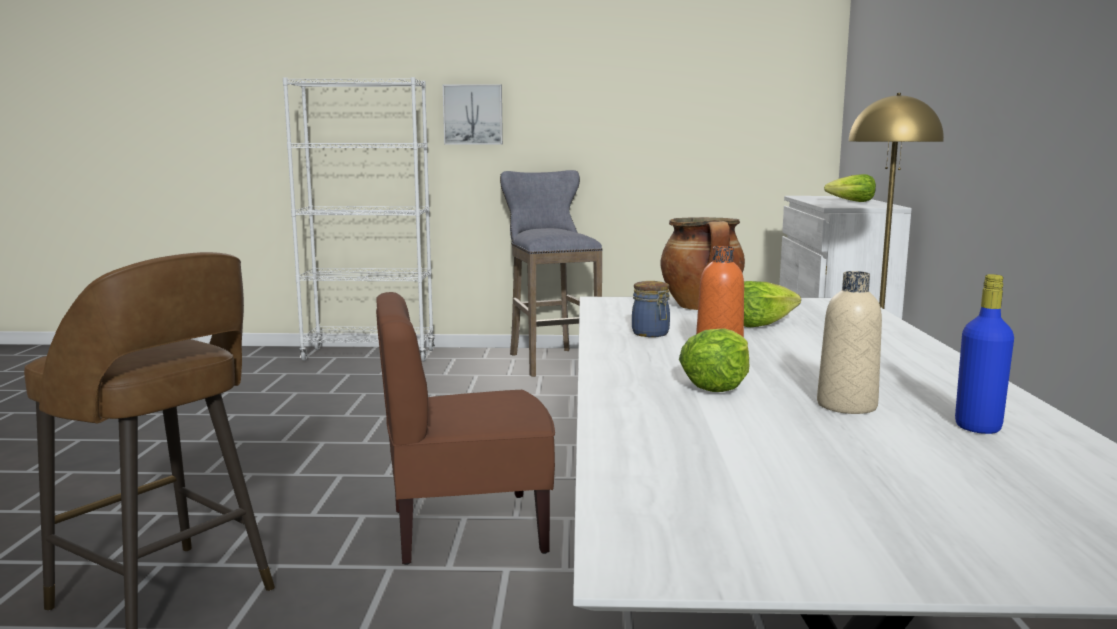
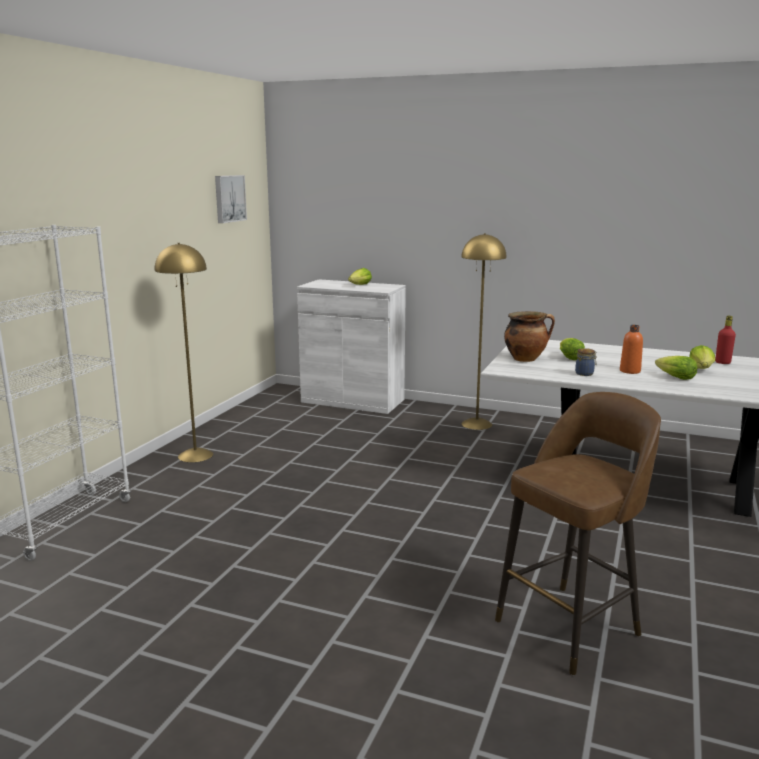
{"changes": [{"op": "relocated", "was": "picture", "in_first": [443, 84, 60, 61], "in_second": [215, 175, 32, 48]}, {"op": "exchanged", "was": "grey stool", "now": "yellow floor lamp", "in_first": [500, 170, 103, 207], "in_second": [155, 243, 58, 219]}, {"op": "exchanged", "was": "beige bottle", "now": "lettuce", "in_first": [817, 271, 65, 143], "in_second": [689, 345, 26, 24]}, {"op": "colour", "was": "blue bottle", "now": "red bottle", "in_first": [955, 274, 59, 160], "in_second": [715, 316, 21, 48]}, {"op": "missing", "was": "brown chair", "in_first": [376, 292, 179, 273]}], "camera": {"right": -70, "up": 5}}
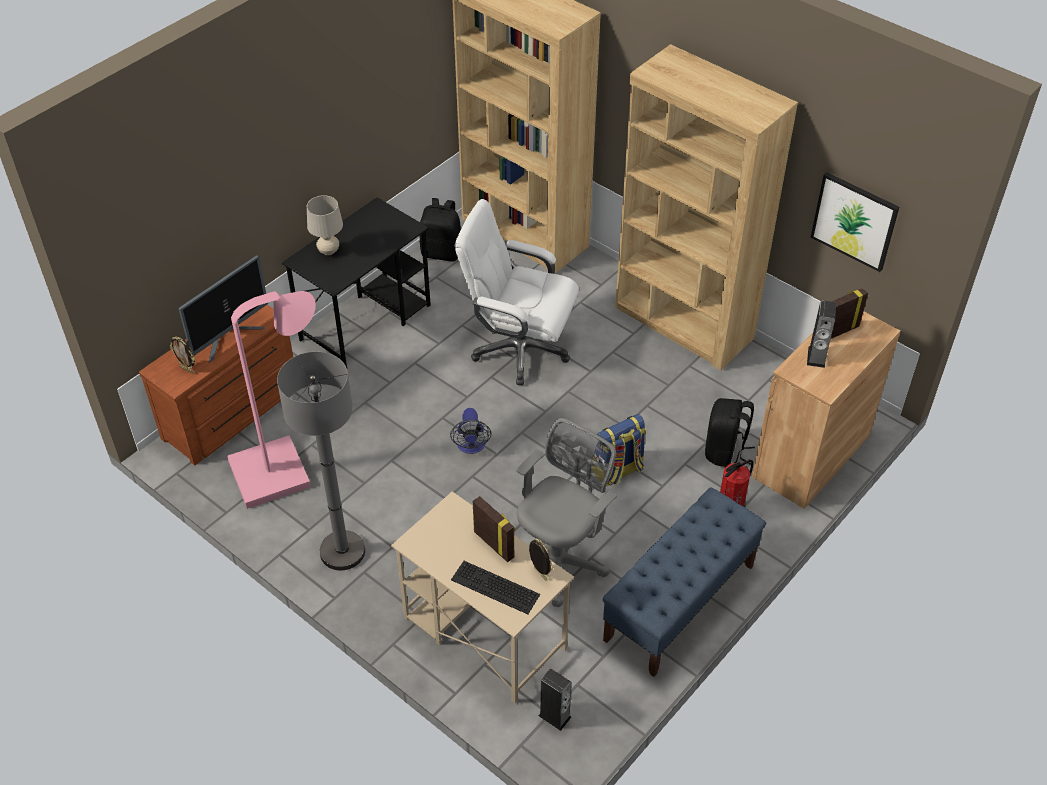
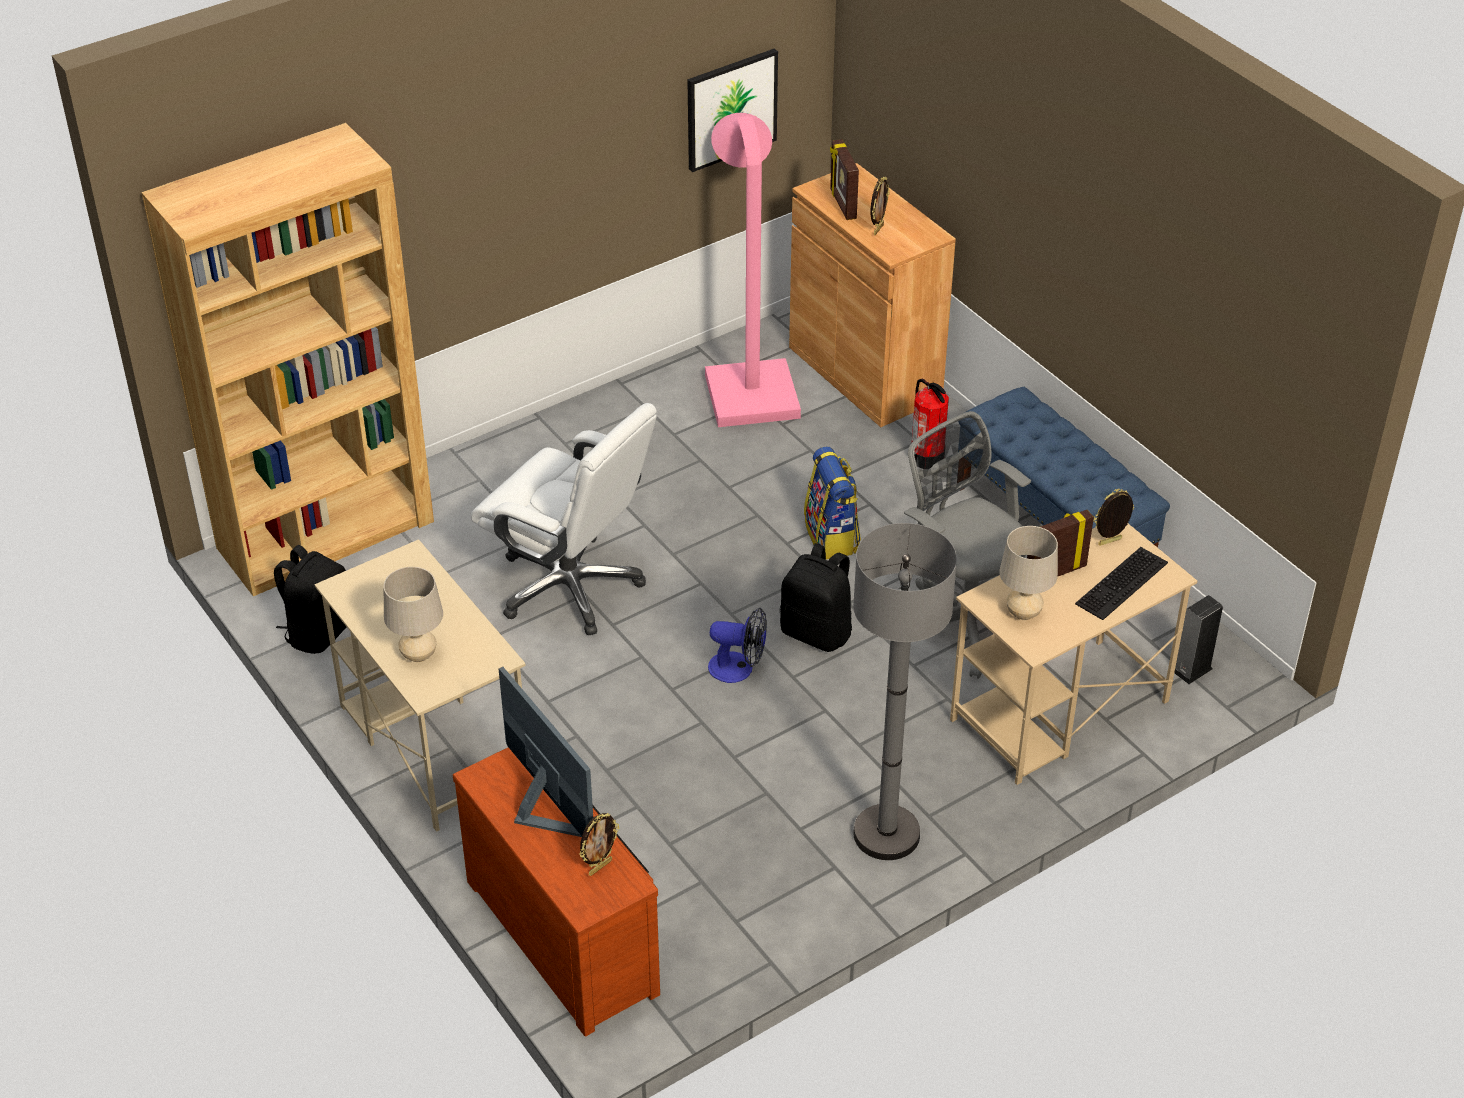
{"changes": [{"op": "missing", "was": "brown bookcase", "in_first": [615, 44, 183, 327]}, {"op": "colour", "was": "black desk", "now": "beige desk", "in_first": [282, 197, 149, 171], "in_second": [315, 539, 211, 293]}, {"op": "spun", "was": "white office chair", "in_first": [455, 199, 124, 186], "in_second": [471, 403, 186, 232], "clockwise": -90}, {"op": "relocated", "was": "pink floor lamp", "in_first": [227, 291, 89, 218], "in_second": [705, 113, 96, 314]}, {"op": "exchanged", "was": "speaker", "now": "picture frame", "in_first": [807, 301, 29, 67], "in_second": [871, 177, 19, 58]}, {"op": "relocated", "was": "black backpack", "in_first": [705, 398, 50, 69], "in_second": [780, 543, 72, 109]}, {"op": "appeared", "now": "beige table lamp", "in_second": [999, 526, 59, 94]}], "camera": {"right": -75, "up": -5}}
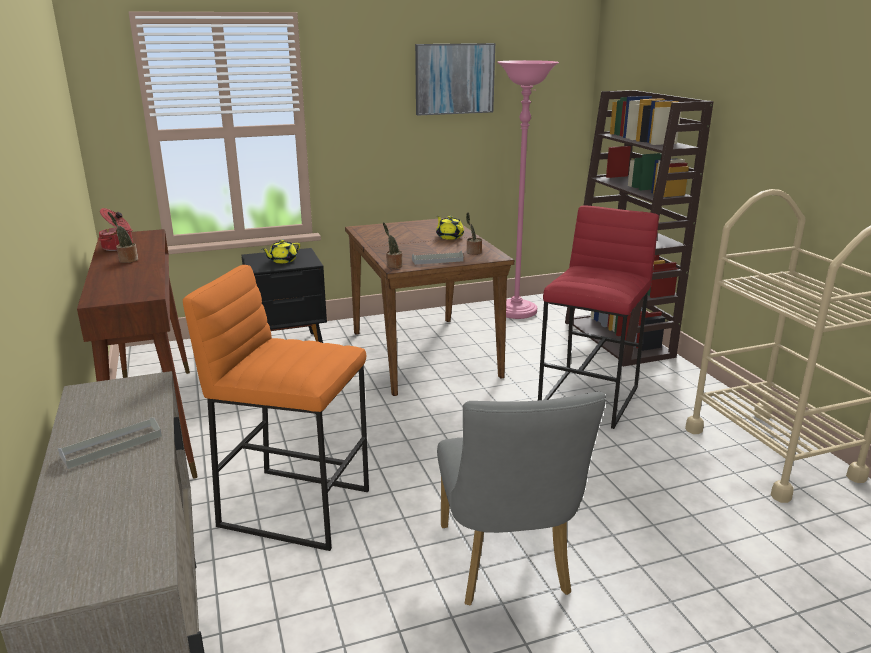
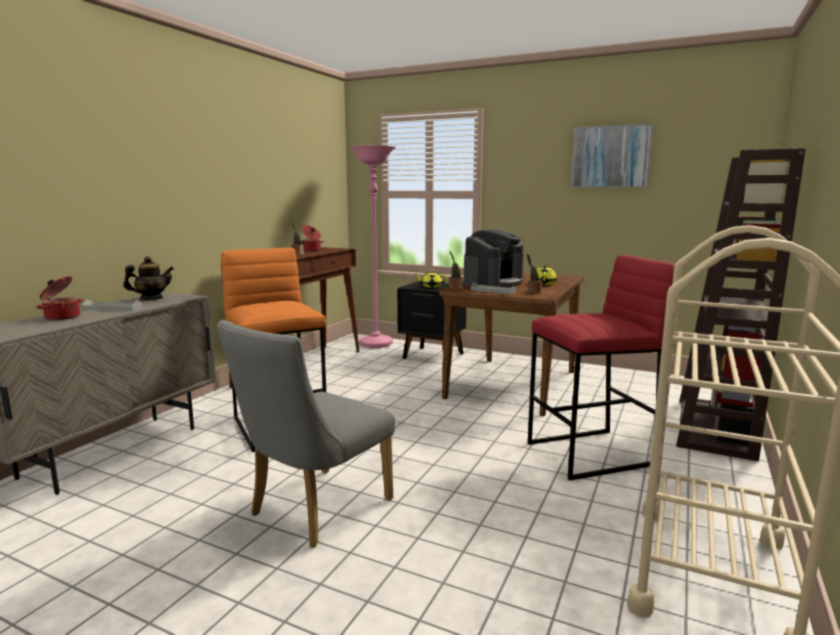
{"changes": [{"op": "relocated", "was": "pink floor lamp", "in_first": [497, 60, 62, 259], "in_second": [349, 145, 47, 203]}, {"op": "appeared", "now": "coffee machine", "in_second": [463, 229, 61, 58]}, {"op": "appeared", "now": "teapot", "in_second": [123, 256, 51, 44]}, {"op": "appeared", "now": "cooking pot", "in_second": [36, 276, 48, 44]}], "camera": {"right": 45, "up": -10}}
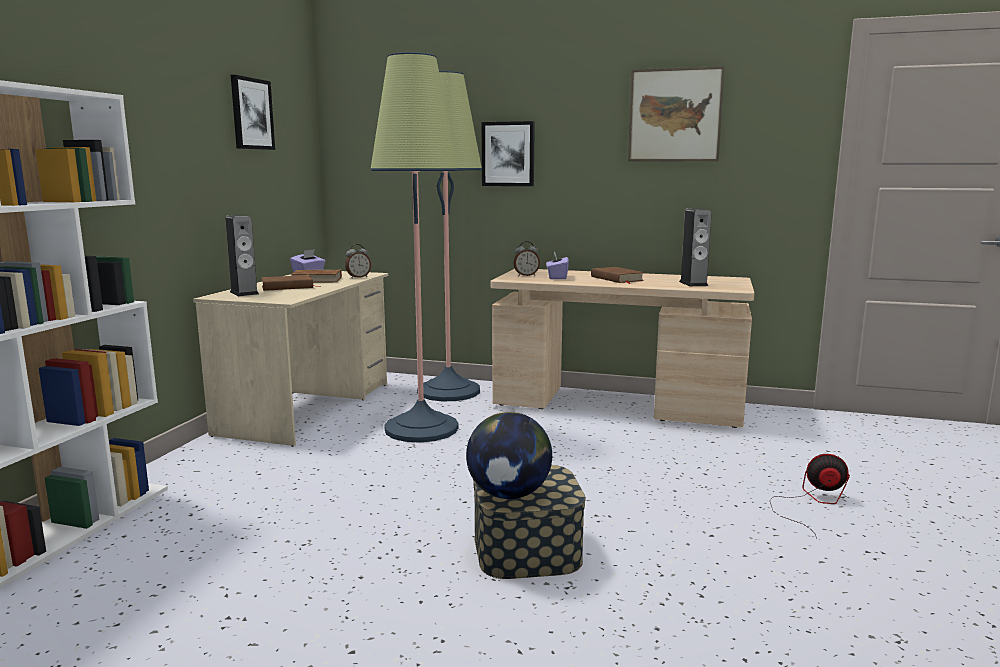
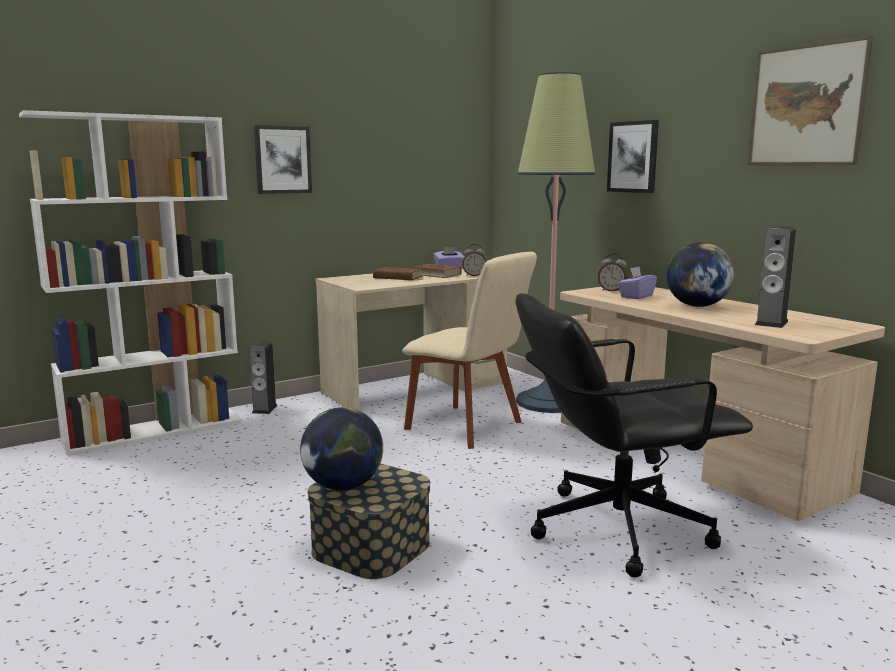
{"changes": [{"op": "exchanged", "was": "floor lamp", "now": "beige chair", "in_first": [370, 52, 89, 391], "in_second": [402, 252, 135, 197]}, {"op": "relocated", "was": "picture", "in_first": [231, 75, 44, 75], "in_second": [254, 125, 58, 69]}, {"op": "relocated", "was": "speaker", "in_first": [225, 215, 34, 81], "in_second": [249, 341, 28, 73]}, {"op": "exchanged", "was": "brown book", "now": "globe", "in_first": [591, 267, 54, 17], "in_second": [666, 242, 68, 65]}, {"op": "missing", "was": "fan", "in_first": [770, 454, 80, 84]}, {"op": "appeared", "now": "black office chair", "in_second": [516, 293, 237, 285]}], "camera": {"right": 40, "up": 0}}
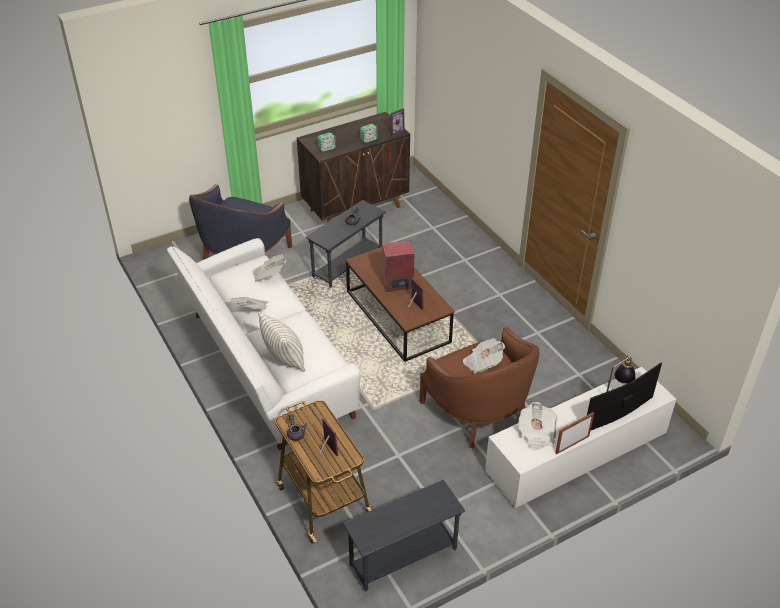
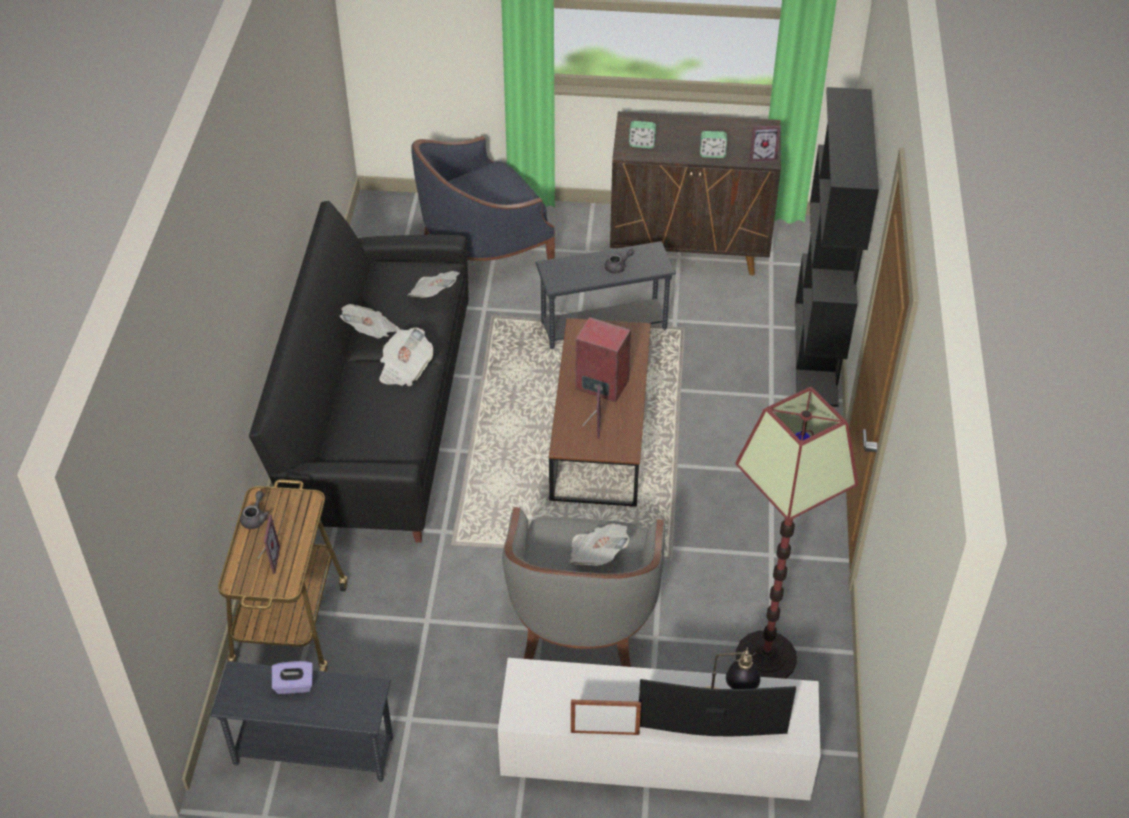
{"changes": [{"op": "colour", "was": "white sofa", "now": "black sofa", "in_first": [167, 238, 194, 212], "in_second": [249, 201, 220, 342]}, {"op": "missing", "was": "pillow", "in_first": [258, 311, 47, 61]}, {"op": "colour", "was": "brown armchair", "now": "grey armchair", "in_first": [420, 326, 120, 122], "in_second": [502, 507, 163, 160]}, {"op": "relocated", "was": "newspaper", "in_first": [518, 402, 40, 49], "in_second": [379, 328, 54, 58]}, {"op": "appeared", "now": "black bookcase", "in_second": [795, 87, 84, 320]}, {"op": "appeared", "now": "floor lamp", "in_second": [735, 387, 123, 292]}, {"op": "appeared", "now": "purple tissue box", "in_second": [272, 661, 41, 33]}], "camera": {"right": 35, "up": 5}}
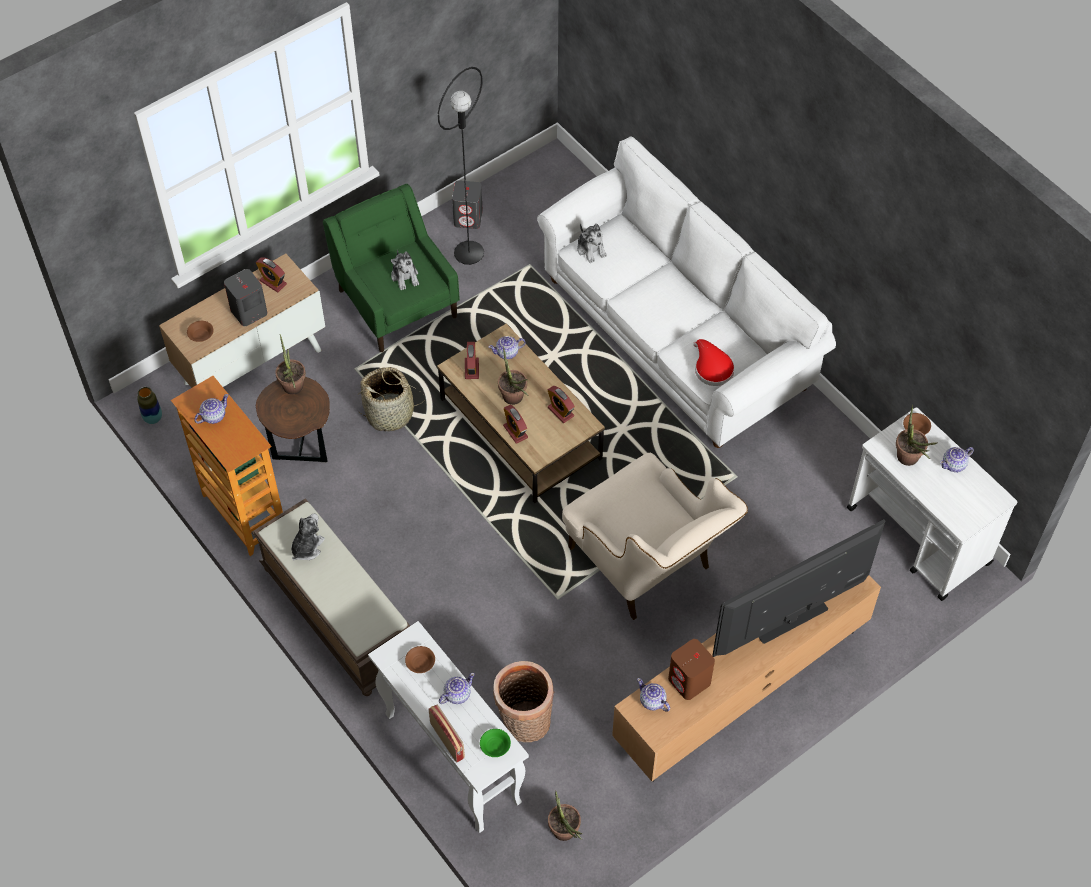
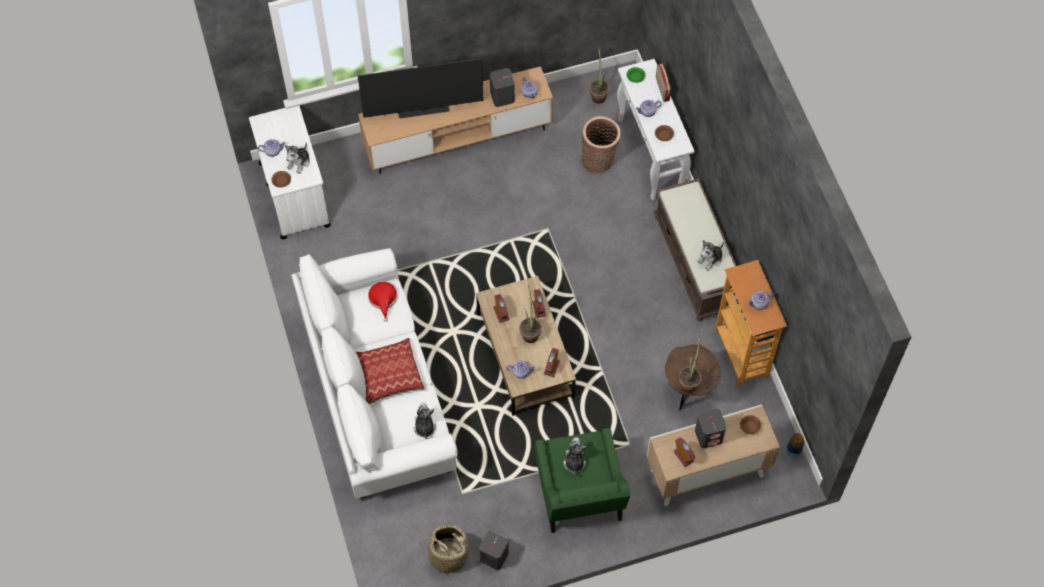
{"changes": [{"op": "missing", "was": "black floor lamp", "in_first": [438, 67, 46, 198]}, {"op": "relocated", "was": "basket", "in_first": [357, 367, 68, 64], "in_second": [420, 525, 52, 48]}, {"op": "exchanged", "was": "potted plant", "now": "plush toy", "in_first": [896, 405, 41, 61], "in_second": [285, 142, 25, 32]}, {"op": "missing", "was": "beige armchair", "in_first": [562, 453, 186, 167]}, {"op": "colour", "was": "brown speaker", "now": "grey speaker", "in_first": [668, 639, 47, 61], "in_second": [490, 68, 25, 39]}, {"op": "appeared", "now": "pillow", "in_second": [356, 338, 69, 66]}], "camera": {"right": -160, "up": 5}}
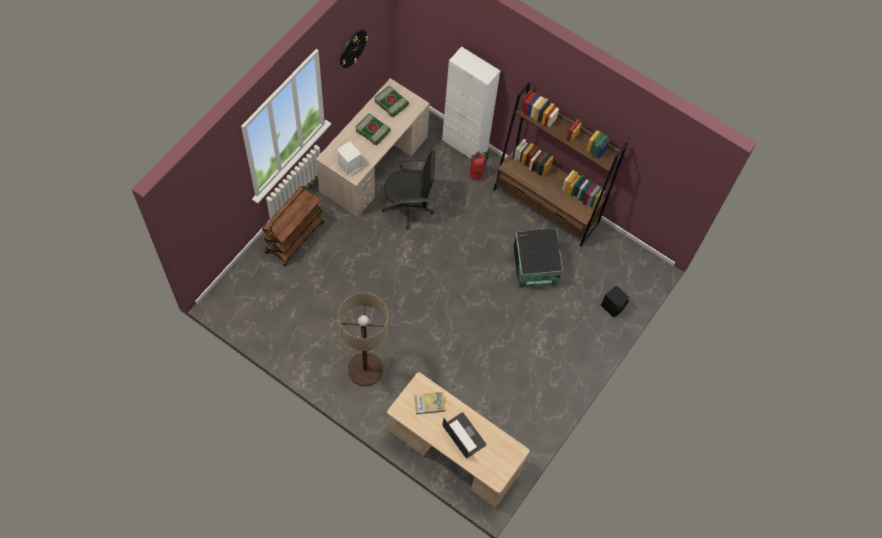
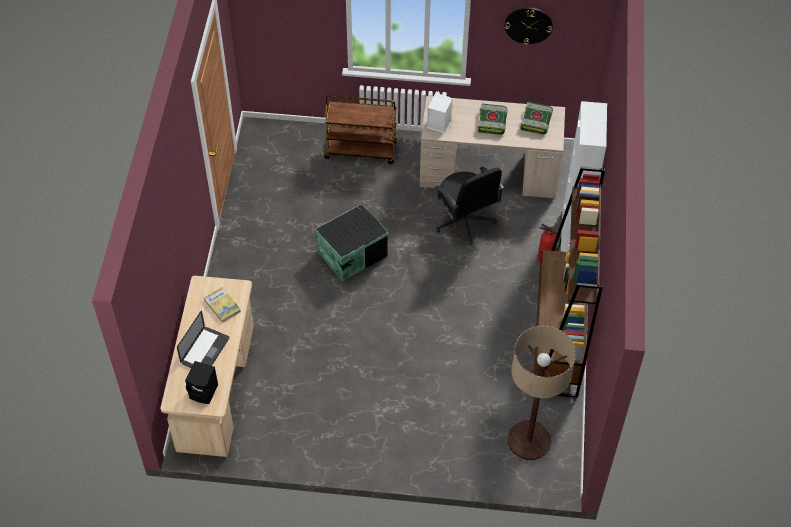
{"changes": [{"op": "relocated", "was": "black storage box", "in_first": [514, 228, 49, 60], "in_second": [315, 204, 74, 78]}, {"op": "relocated", "was": "black speaker", "in_first": [601, 285, 28, 32], "in_second": [185, 361, 33, 43]}, {"op": "relocated", "was": "floor lamp", "in_first": [338, 293, 50, 93], "in_second": [508, 326, 68, 134]}], "camera": {"right": 65, "up": -10}}
